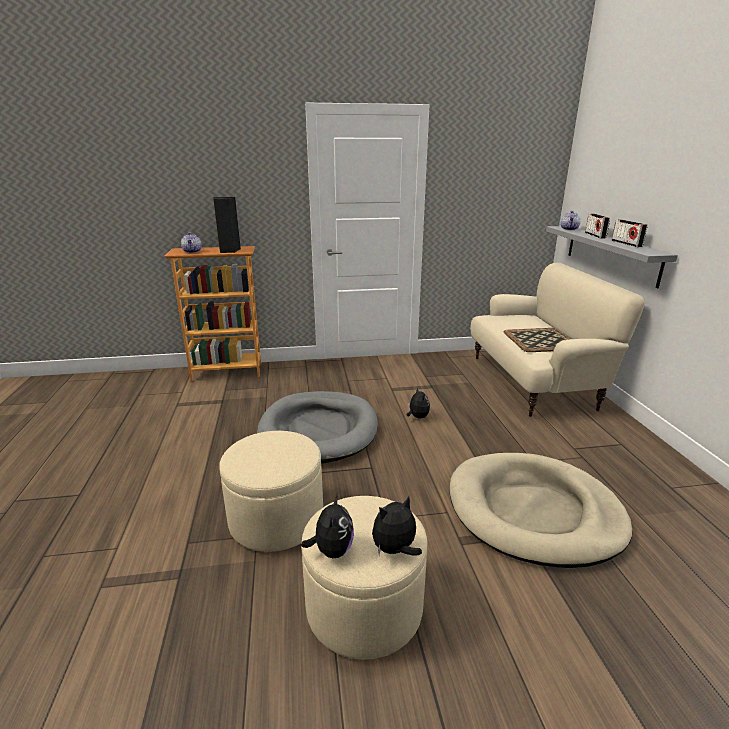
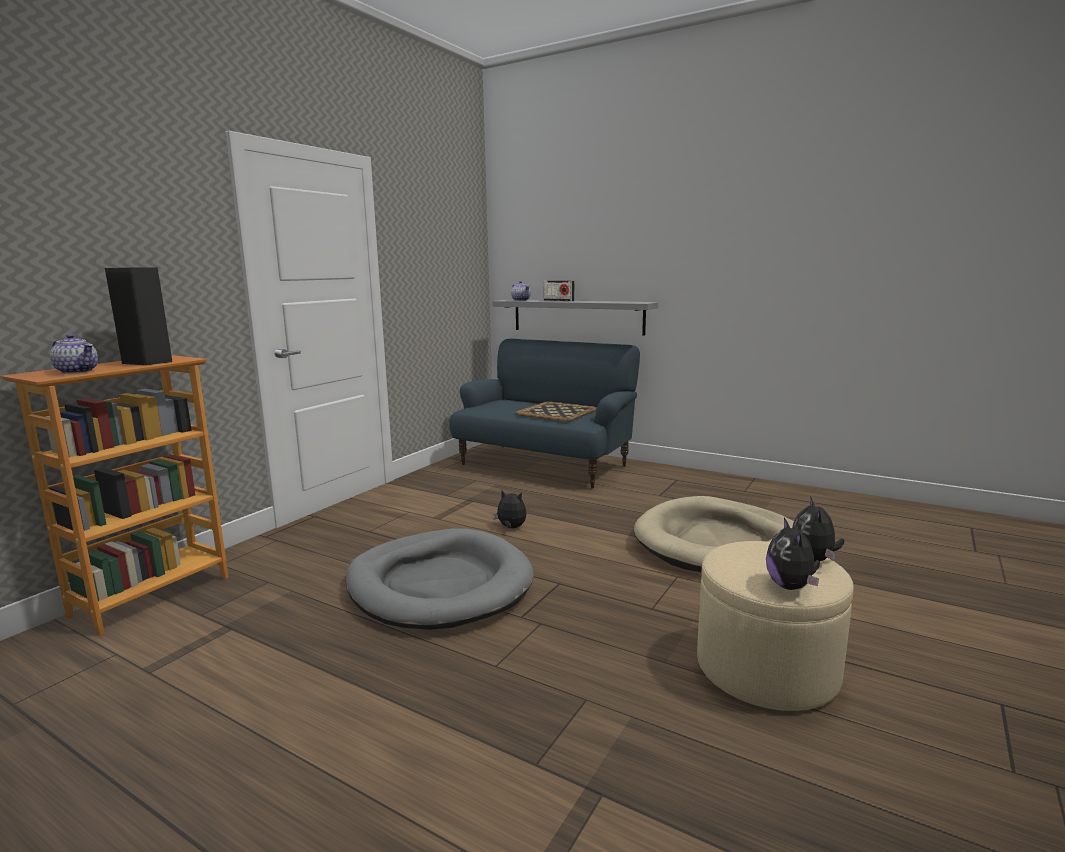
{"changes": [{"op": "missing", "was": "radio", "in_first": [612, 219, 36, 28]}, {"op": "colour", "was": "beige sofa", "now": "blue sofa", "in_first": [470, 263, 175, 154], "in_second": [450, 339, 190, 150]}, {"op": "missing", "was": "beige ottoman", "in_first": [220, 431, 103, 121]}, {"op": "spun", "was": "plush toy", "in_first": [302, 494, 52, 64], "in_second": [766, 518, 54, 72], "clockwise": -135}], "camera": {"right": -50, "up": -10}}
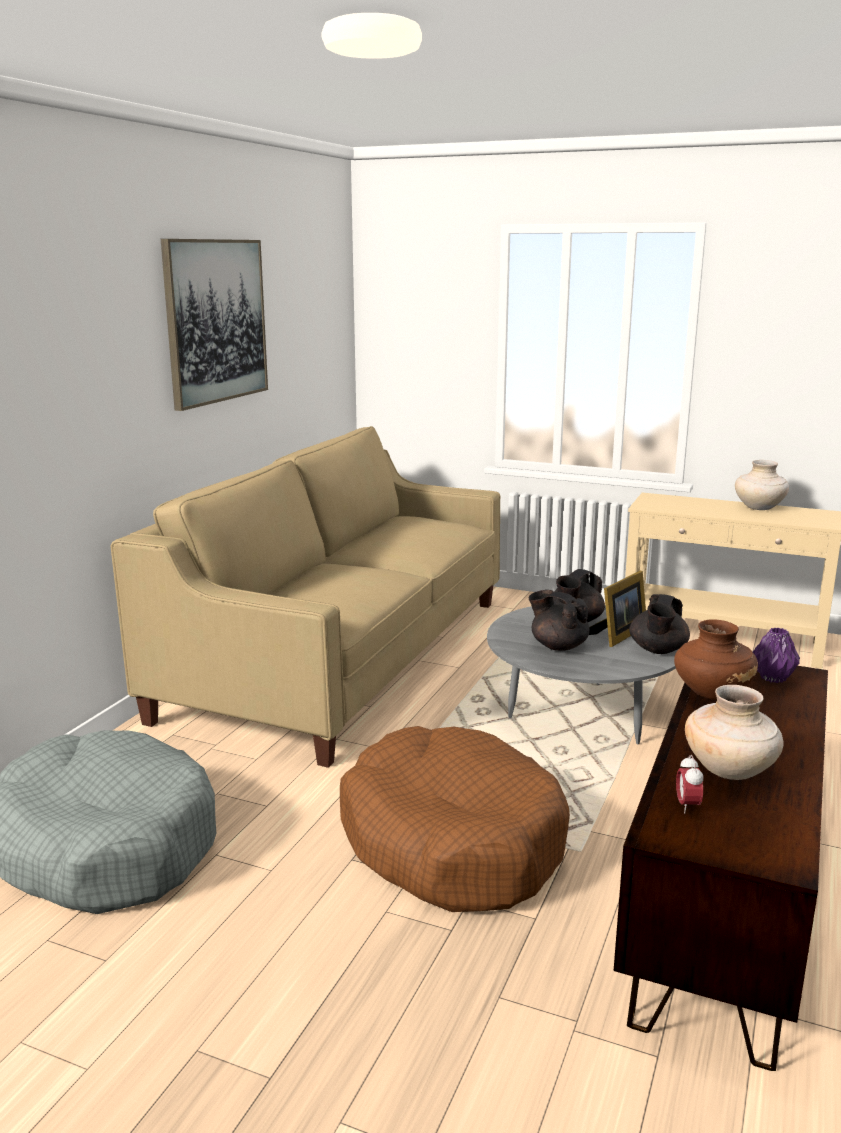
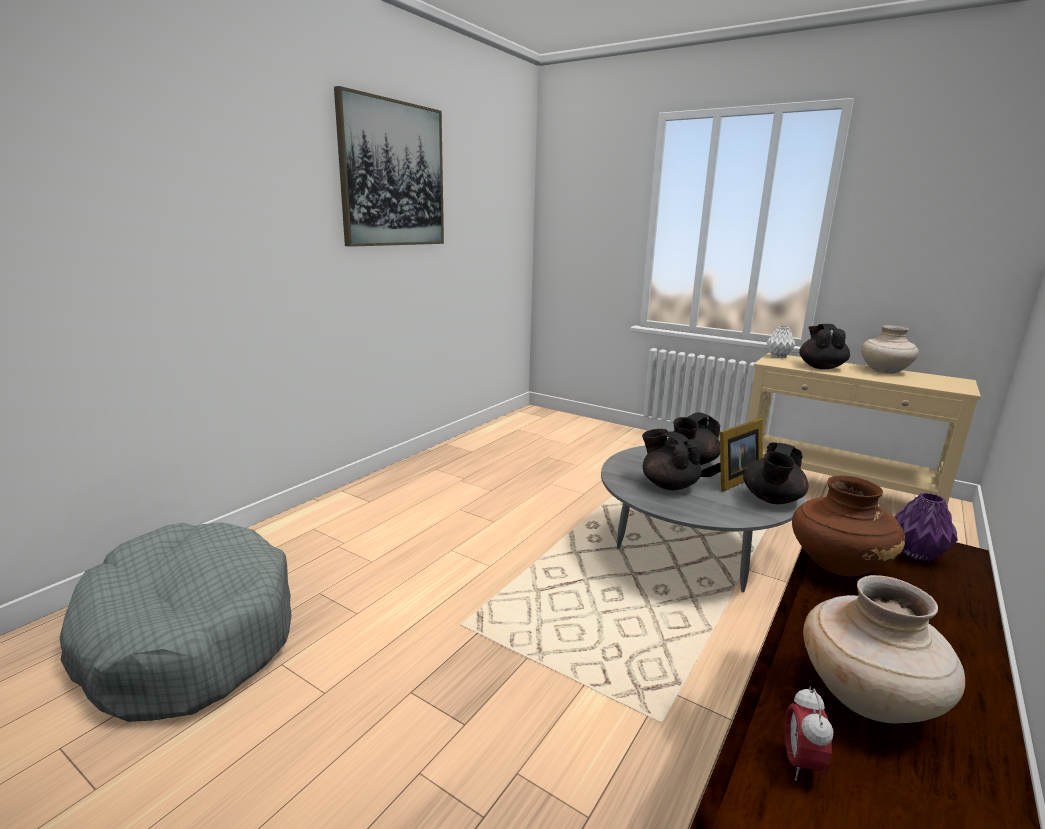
{"changes": [{"op": "missing", "was": "beige sofa", "in_first": [111, 426, 389, 342]}, {"op": "missing", "was": "brown dog bed", "in_first": [340, 726, 230, 186]}, {"op": "appeared", "now": "black teapot", "in_second": [799, 324, 51, 45]}, {"op": "appeared", "now": "white vase", "in_second": [767, 326, 29, 32]}], "camera": {"right": 10, "up": 0}}
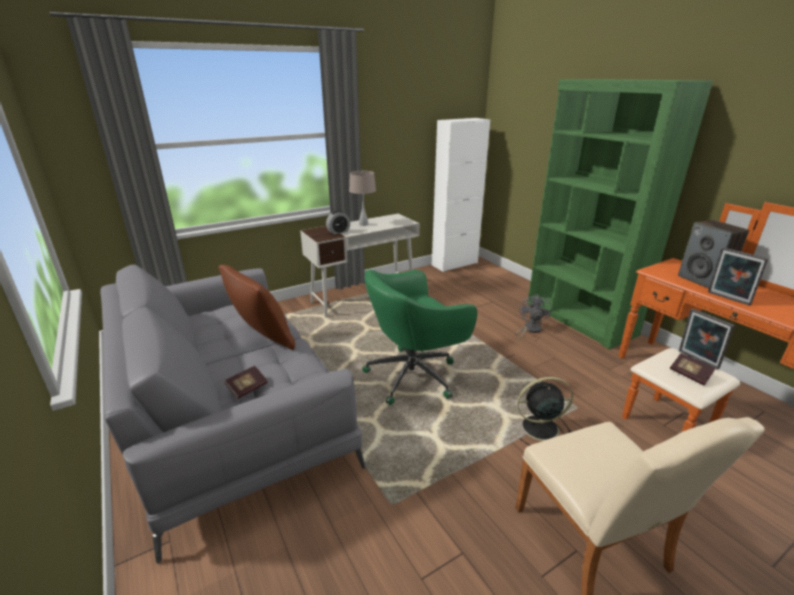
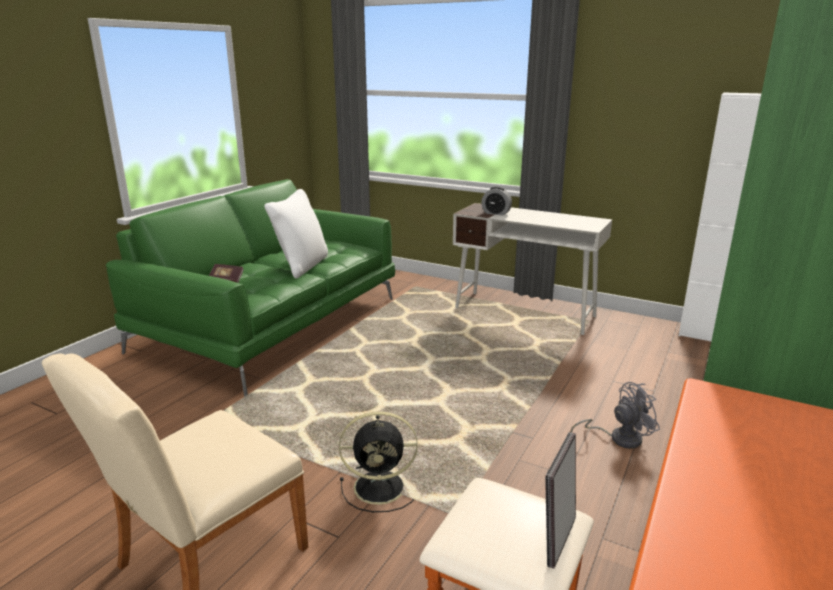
{"changes": [{"op": "missing", "was": "beige table lamp", "in_first": [349, 171, 27, 55]}, {"op": "missing", "was": "speaker", "in_first": [678, 220, 71, 69]}, {"op": "missing", "was": "picture frame", "in_first": [708, 247, 60, 59]}, {"op": "colour", "was": "grey sofa", "now": "green sofa", "in_first": [101, 264, 265, 300], "in_second": [106, 179, 289, 217]}, {"op": "colour", "was": "brown pillow", "now": "white pillow", "in_first": [218, 265, 77, 85], "in_second": [264, 189, 64, 90]}, {"op": "missing", "was": "green office chair", "in_first": [362, 270, 115, 135]}, {"op": "missing", "was": "book", "in_first": [670, 353, 45, 33]}, {"op": "spun", "was": "black fan", "in_first": [517, 377, 56, 68], "in_second": [339, 411, 79, 101], "clockwise": 120}], "camera": {"right": 60, "up": -5}}
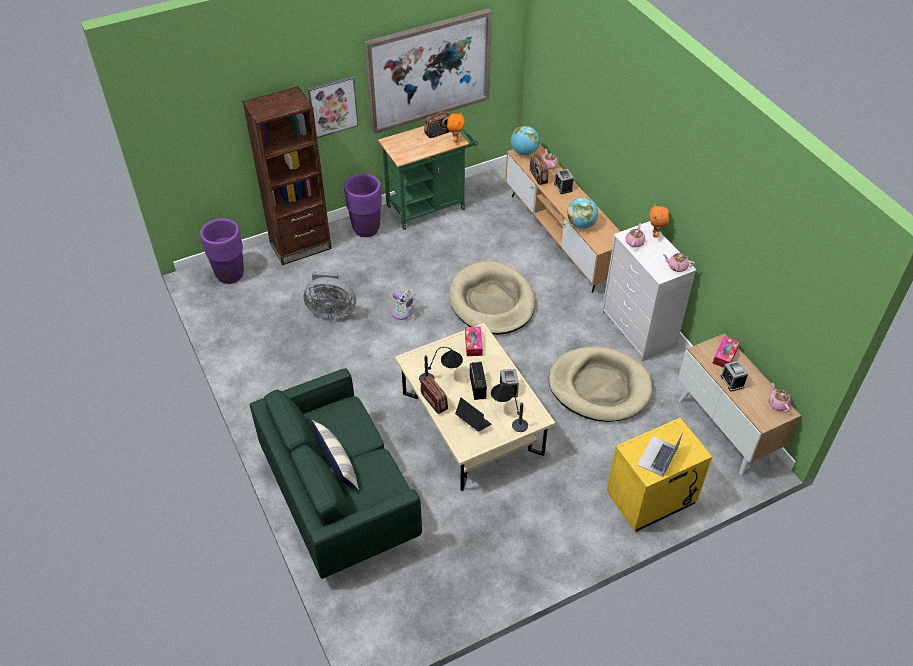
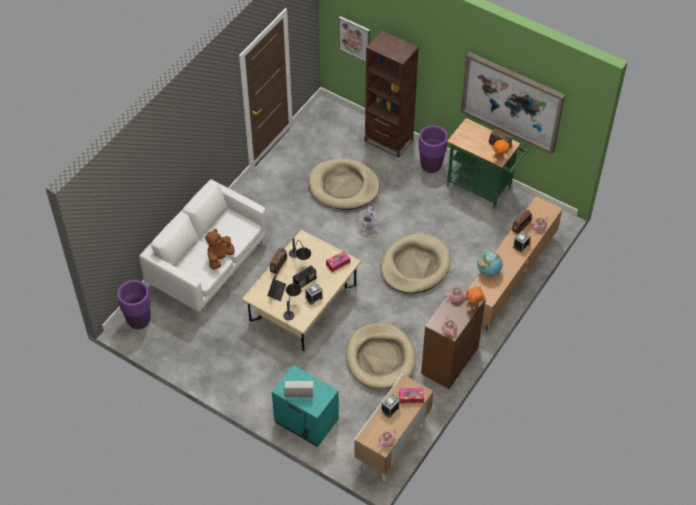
{"changes": [{"op": "relocated", "was": "picture", "in_first": [308, 76, 51, 62], "in_second": [339, 16, 31, 45]}, {"op": "missing", "was": "globe", "in_first": [511, 126, 29, 29]}, {"op": "relocated", "was": "purple planter", "in_first": [200, 218, 44, 66], "in_second": [117, 280, 34, 49]}, {"op": "colour", "was": "white dresser", "now": "brown dresser", "in_first": [602, 221, 94, 140], "in_second": [421, 283, 65, 106]}, {"op": "exchanged", "was": "grey fan", "now": "beige dog bed", "in_first": [304, 271, 52, 48], "in_second": [309, 159, 71, 51]}, {"op": "colour", "was": "green sofa", "now": "white sofa", "in_first": [250, 368, 172, 211], "in_second": [139, 179, 129, 133]}, {"op": "colour", "was": "yellow nightstand", "now": "turquoise nightstand", "in_first": [607, 418, 105, 114], "in_second": [272, 365, 67, 82]}, {"op": "missing", "was": "pillow", "in_first": [312, 420, 47, 70]}, {"op": "appeared", "now": "brown plush toy", "in_second": [205, 229, 30, 41]}], "camera": {"right": 60, "up": 5}}
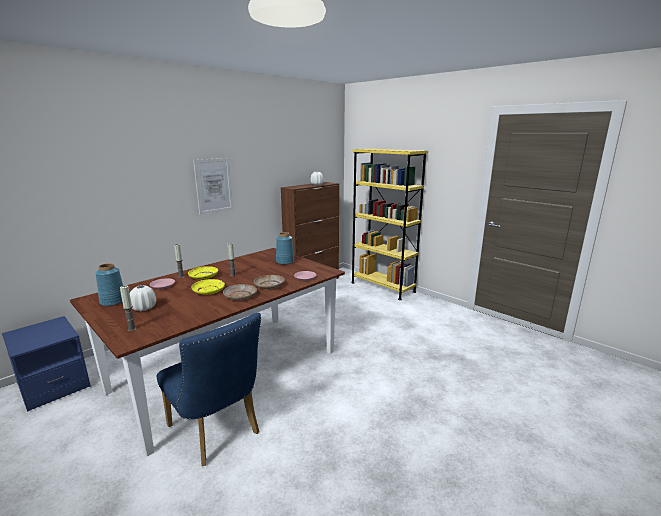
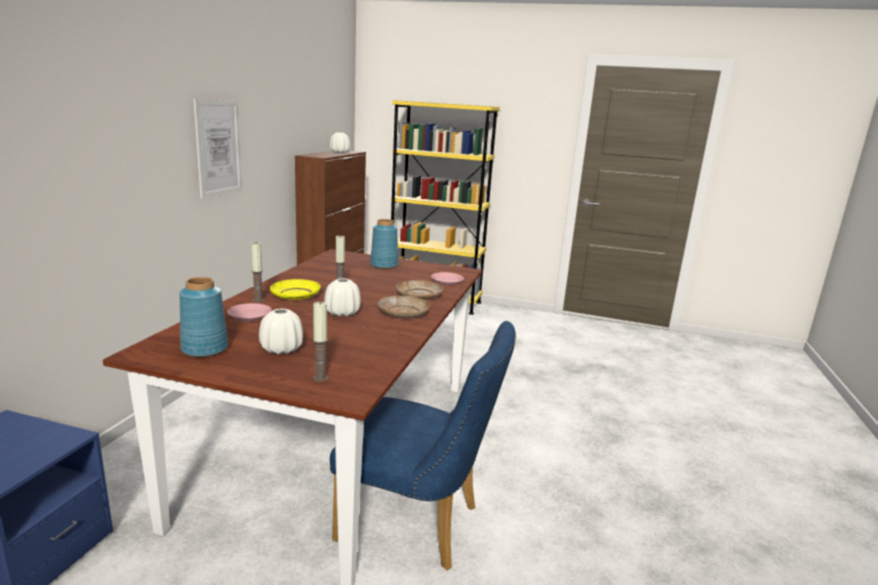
{"changes": [{"op": "exchanged", "was": "yellow plate", "now": "white vase", "in_first": [192, 279, 33, 16], "in_second": [324, 278, 37, 38]}], "camera": {"right": -30, "up": 0}}
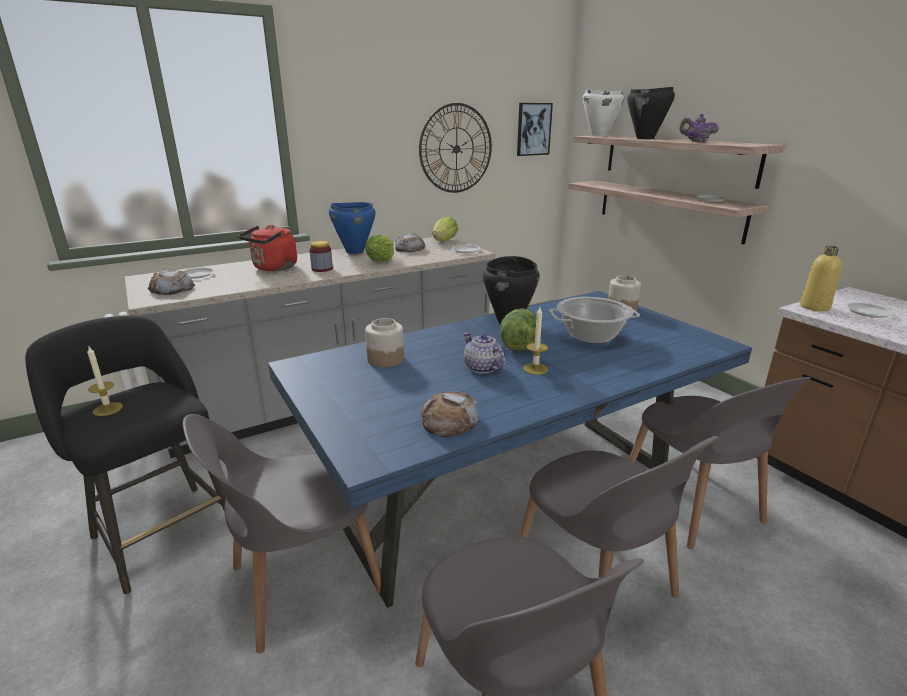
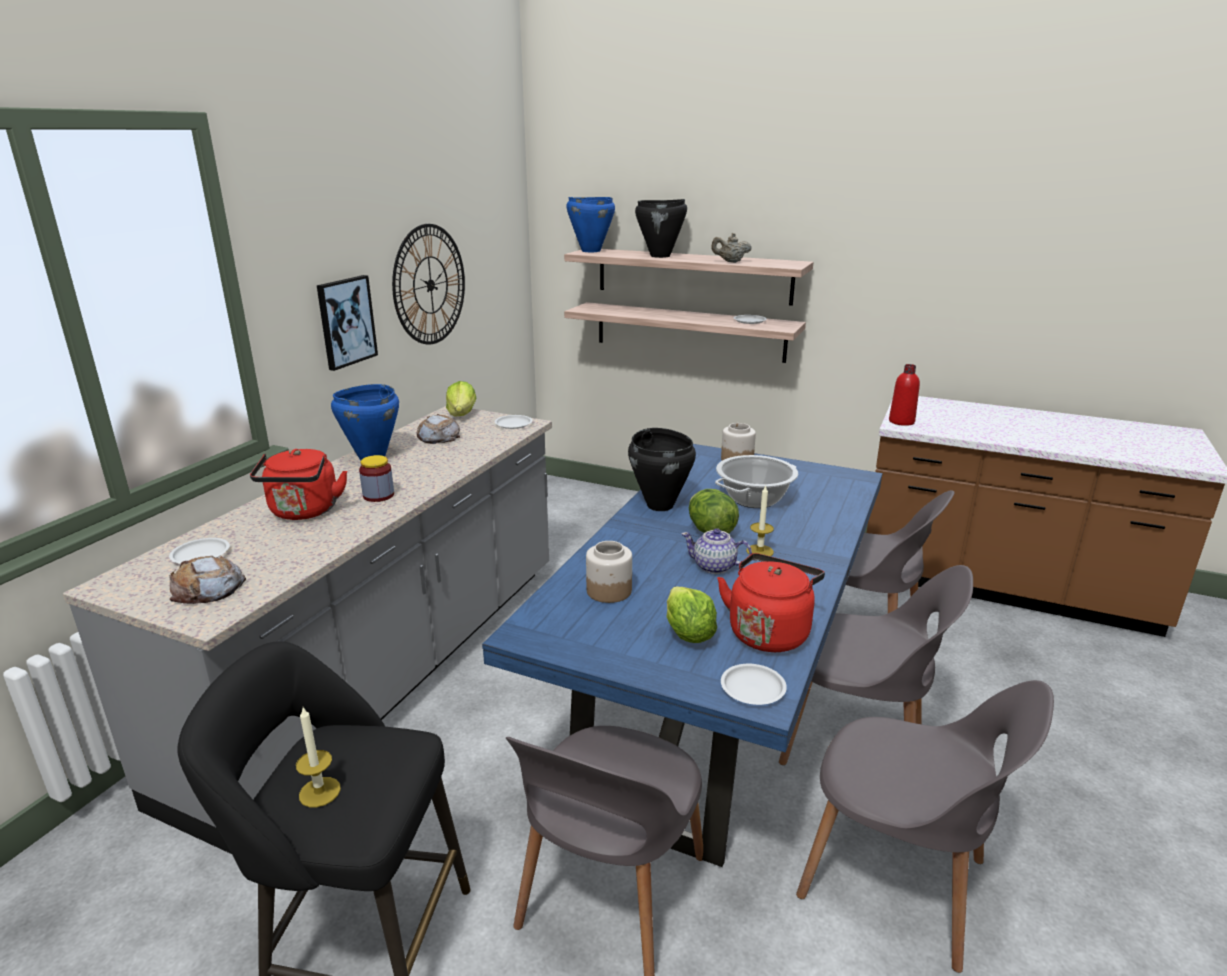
{"changes": [{"op": "colour", "was": "white cooking pot", "now": "blue cooking pot", "in_first": [583, 89, 41, 47], "in_second": [566, 197, 49, 55]}, {"op": "relocated", "was": "picture", "in_first": [517, 103, 36, 53], "in_second": [317, 275, 61, 96]}, {"op": "colour", "was": "purple teapot", "now": "beige teapot", "in_first": [679, 114, 40, 28], "in_second": [711, 233, 41, 30]}, {"op": "relocated", "was": "lettuce", "in_first": [365, 235, 29, 27], "in_second": [667, 586, 50, 57]}, {"op": "colour", "was": "yellow bottle", "now": "red bottle", "in_first": [800, 246, 42, 65], "in_second": [889, 364, 31, 62]}, {"op": "relocated", "was": "white plate", "in_first": [845, 302, 50, 16], "in_second": [721, 664, 66, 41]}, {"op": "exchanged", "was": "bread", "now": "red kettle", "in_first": [421, 391, 58, 46], "in_second": [717, 553, 108, 99]}], "camera": {"right": -35, "up": 0}}
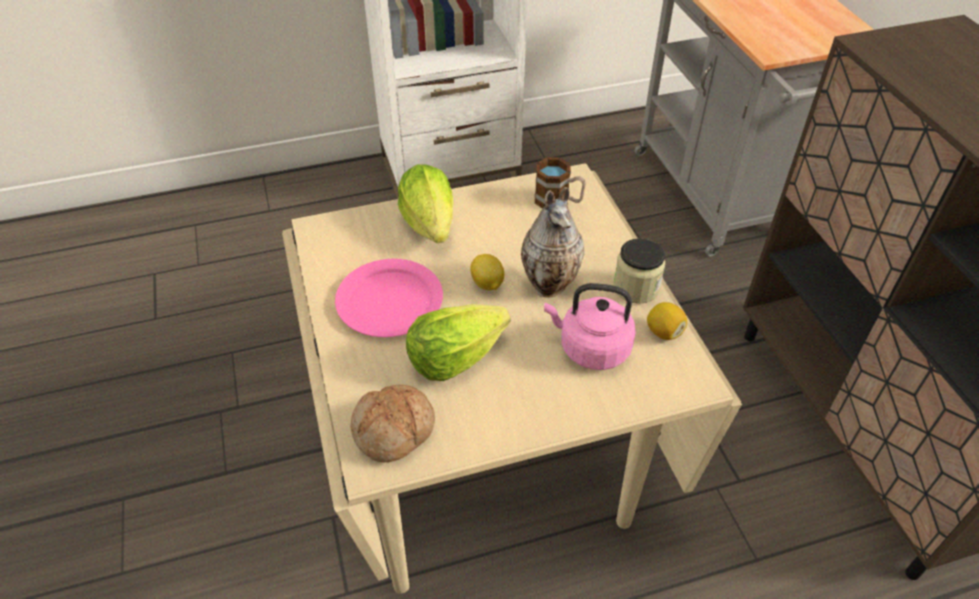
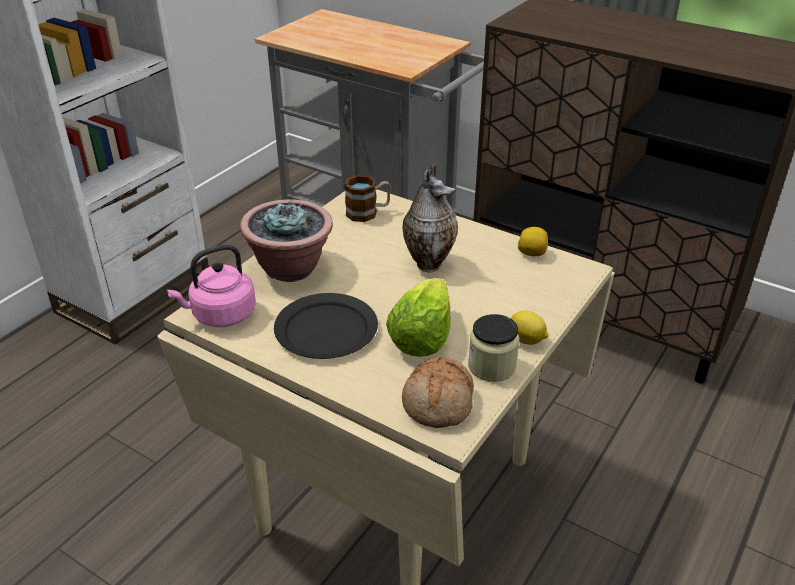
{"changes": [{"op": "exchanged", "was": "lettuce", "now": "potted plant", "in_first": [398, 165, 55, 78], "in_second": [240, 199, 93, 83]}, {"op": "relocated", "was": "jar", "in_first": [613, 238, 52, 66], "in_second": [468, 314, 51, 68]}, {"op": "relocated", "was": "lemon", "in_first": [470, 254, 34, 36], "in_second": [511, 311, 38, 34]}, {"op": "colour", "was": "pink plate", "now": "black plate", "in_first": [335, 259, 108, 78], "in_second": [274, 293, 104, 66]}, {"op": "relocated", "was": "pink kettle", "in_first": [544, 283, 92, 87], "in_second": [167, 244, 89, 83]}], "camera": {"right": -40, "up": -10}}
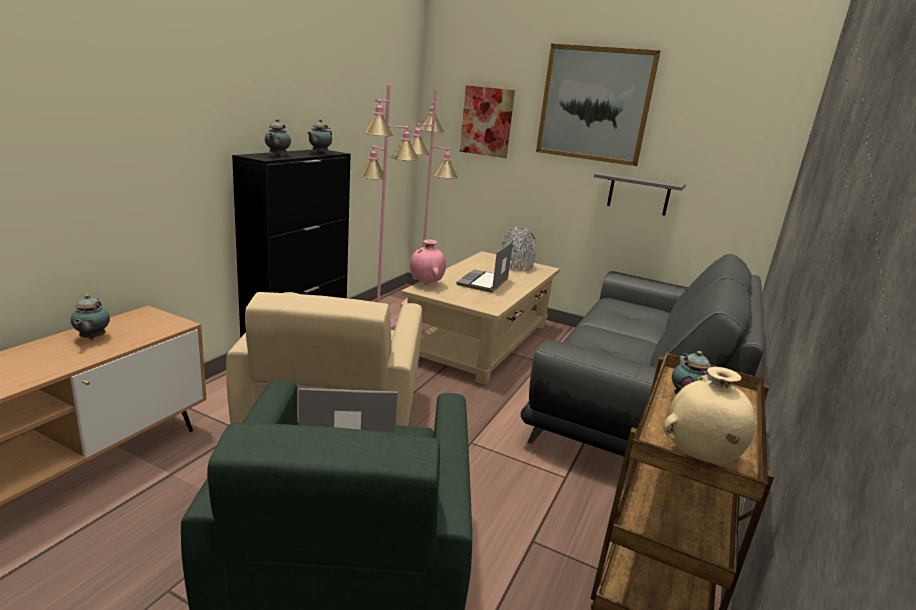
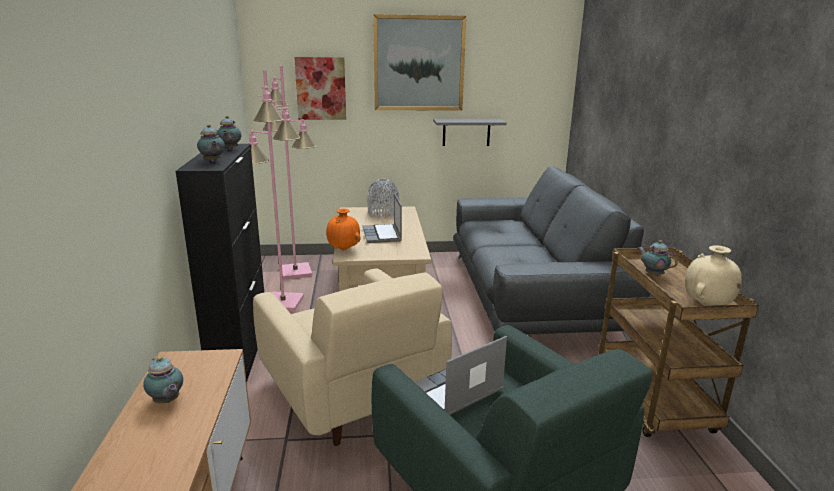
{"changes": [{"op": "colour", "was": "pink vase", "now": "orange vase", "in_first": [410, 240, 36, 45], "in_second": [326, 208, 35, 43]}], "camera": {"right": -30, "up": 0}}
